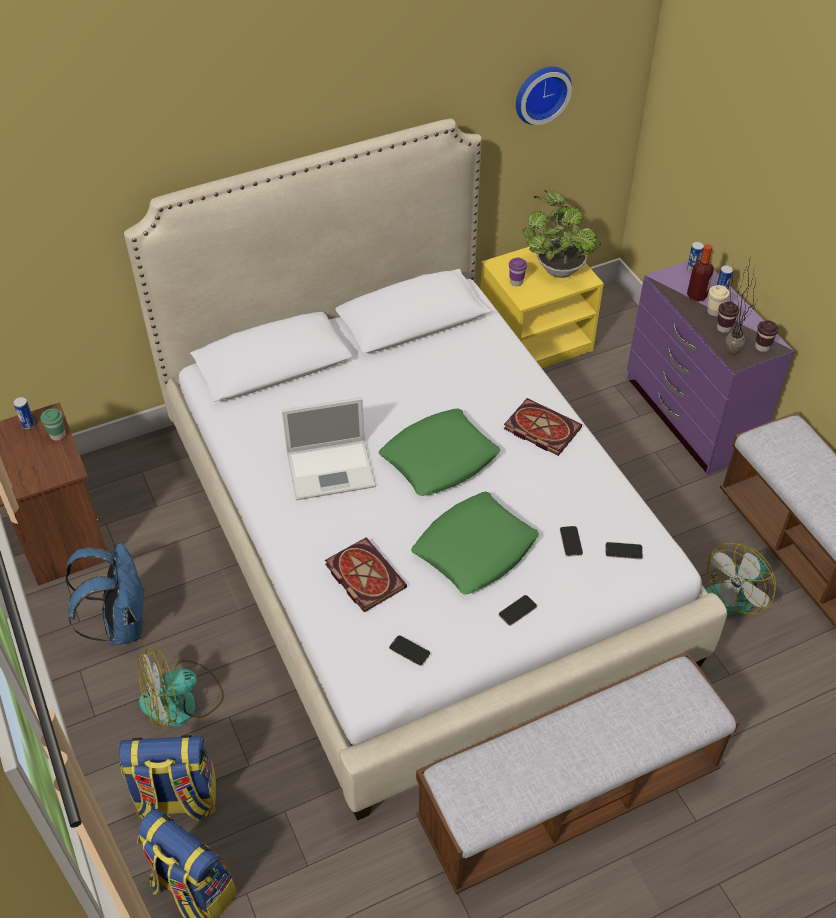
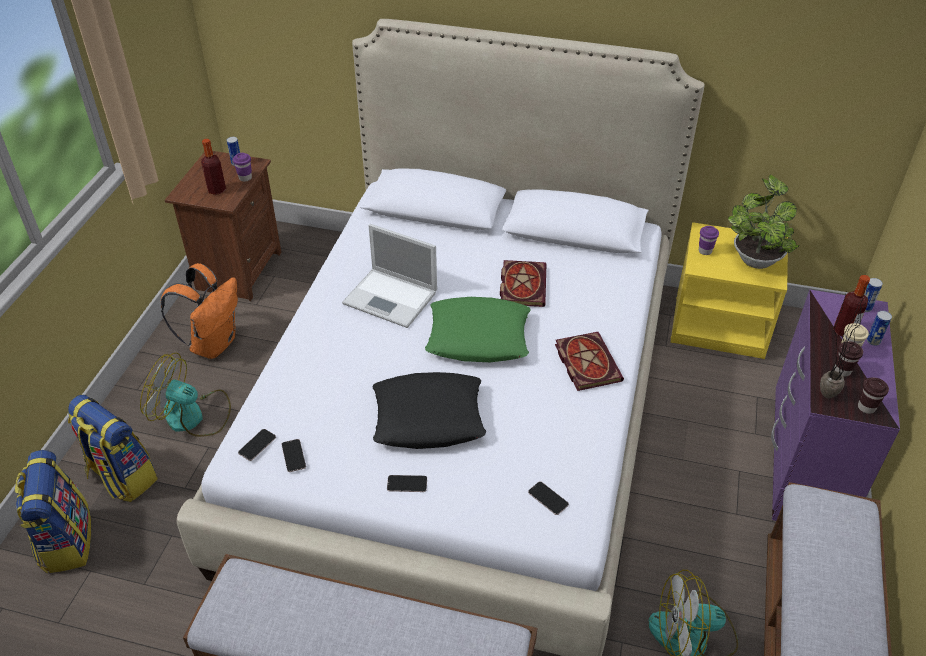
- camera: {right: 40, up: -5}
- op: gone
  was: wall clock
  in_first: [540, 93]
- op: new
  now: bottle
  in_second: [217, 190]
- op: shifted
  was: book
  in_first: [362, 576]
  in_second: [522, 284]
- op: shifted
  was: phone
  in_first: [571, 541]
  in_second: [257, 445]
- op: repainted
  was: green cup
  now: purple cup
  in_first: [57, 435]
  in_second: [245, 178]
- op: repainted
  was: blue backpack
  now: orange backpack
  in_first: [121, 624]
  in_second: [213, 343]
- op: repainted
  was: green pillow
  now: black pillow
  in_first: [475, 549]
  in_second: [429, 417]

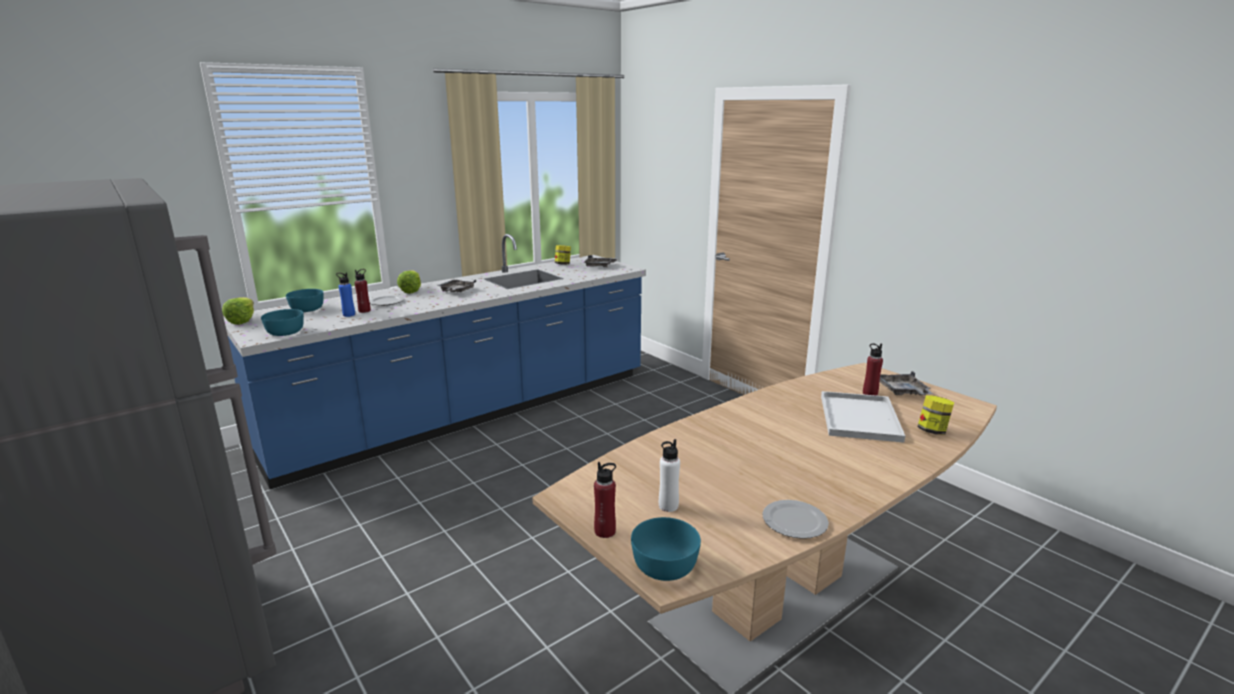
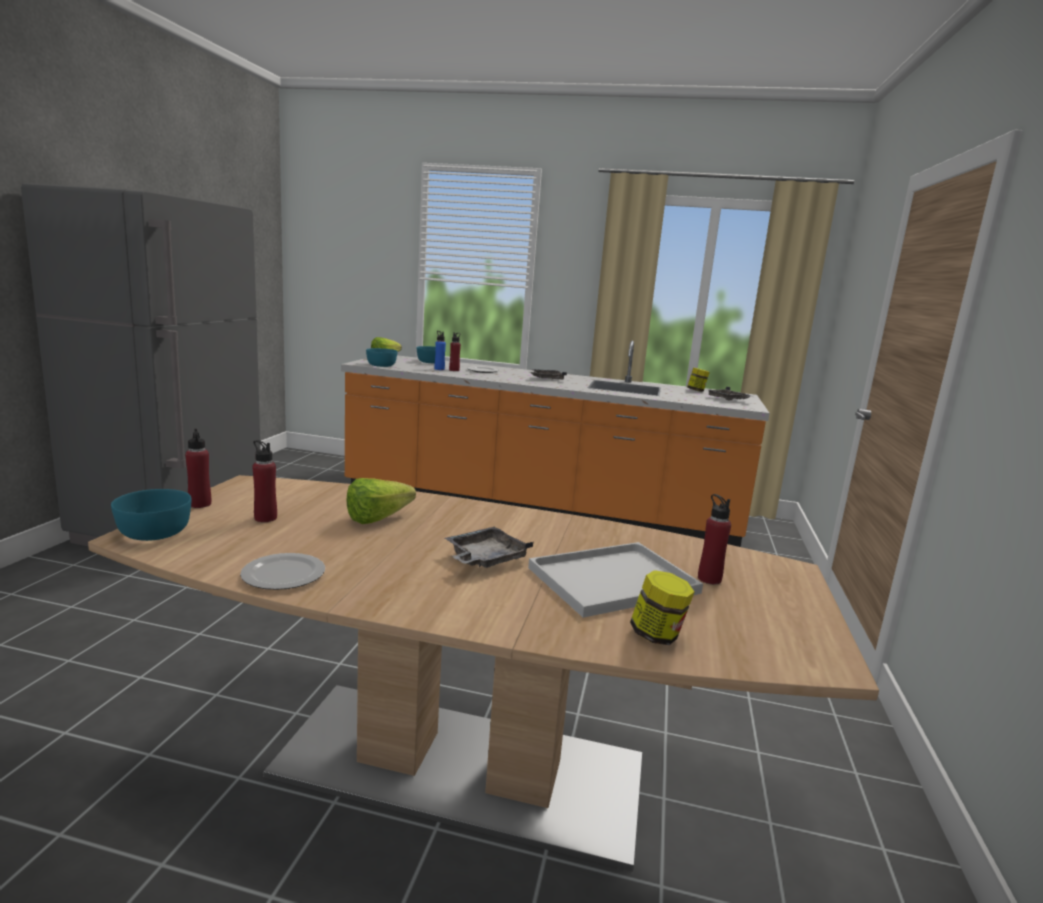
- camera: {right: 50, up: -5}
- op: shifted
  was: lettuce
  in_first: [413, 290]
  in_second: [383, 518]
- op: shifted
  was: grey tray
  in_first: [902, 391]
  in_second: [485, 559]
- op: repainted
  was: blue counter
  now: orange counter
  in_first: [469, 413]
  in_second: [539, 506]
- op: repainted
  was: white bottle
  now: red bottle
  in_first: [668, 506]
  in_second: [265, 518]

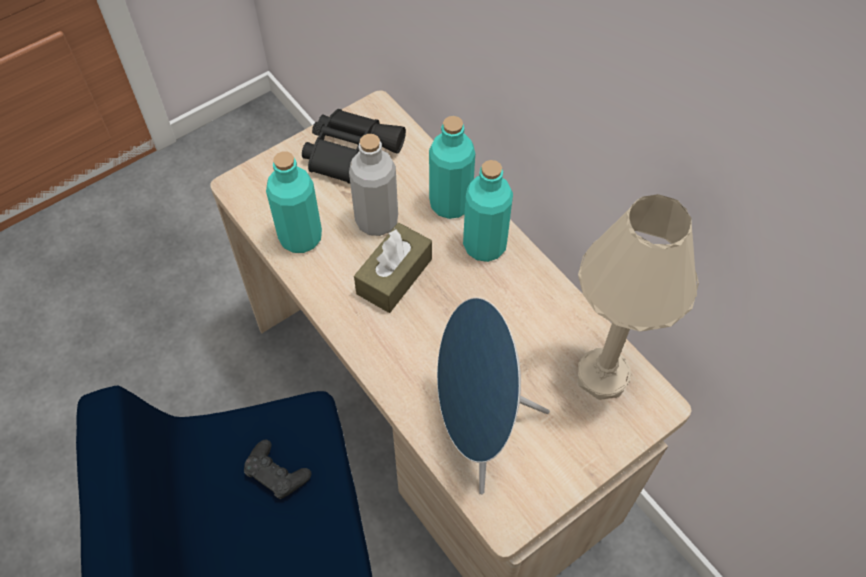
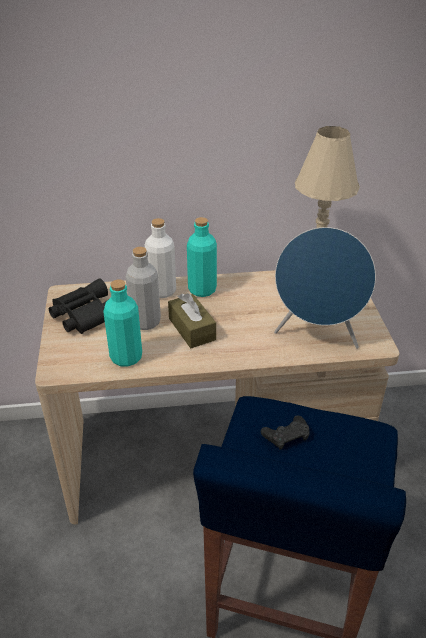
- camera: {right: -60, up: -20}
- op: repainted
  was: turquoise bottle
  now: white bottle
  in_first: [450, 203]
  in_second: [162, 291]

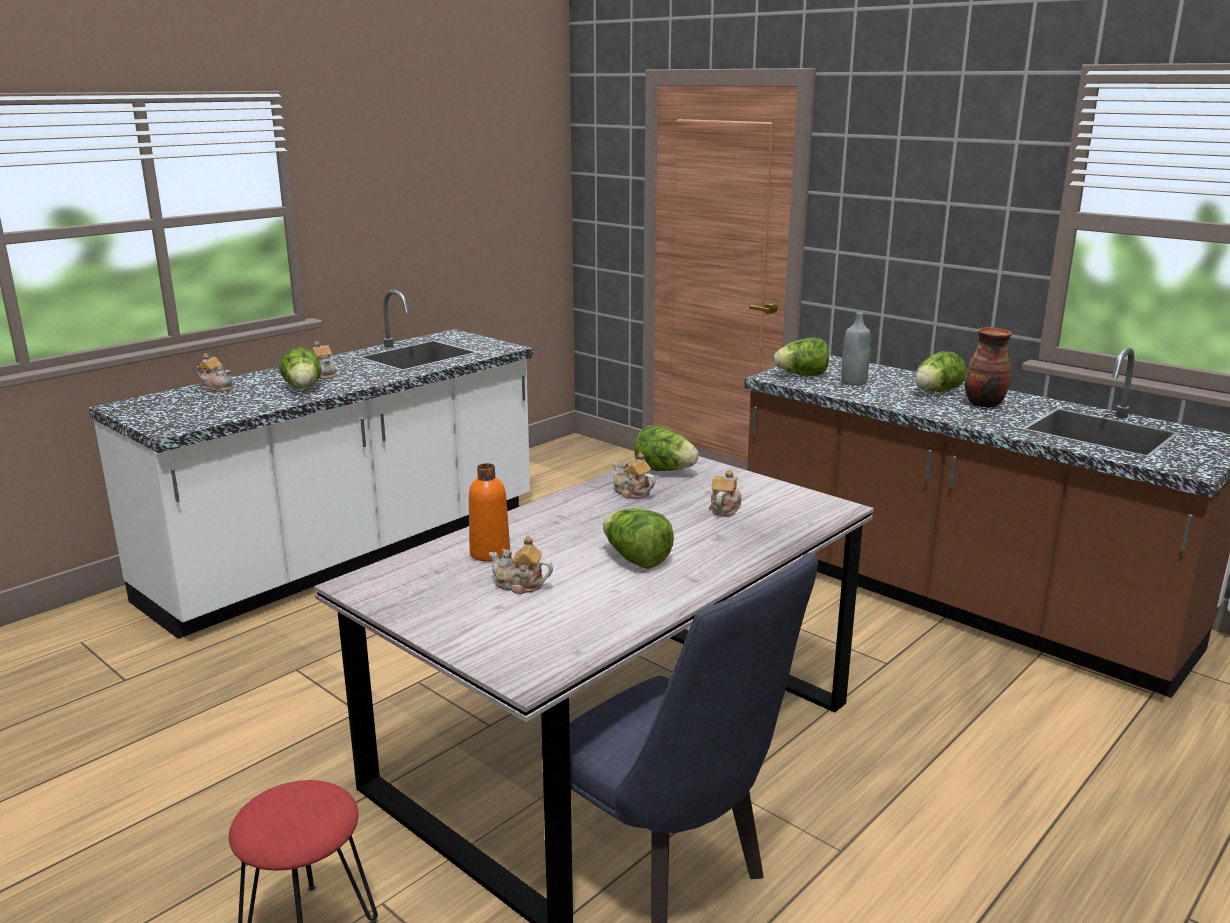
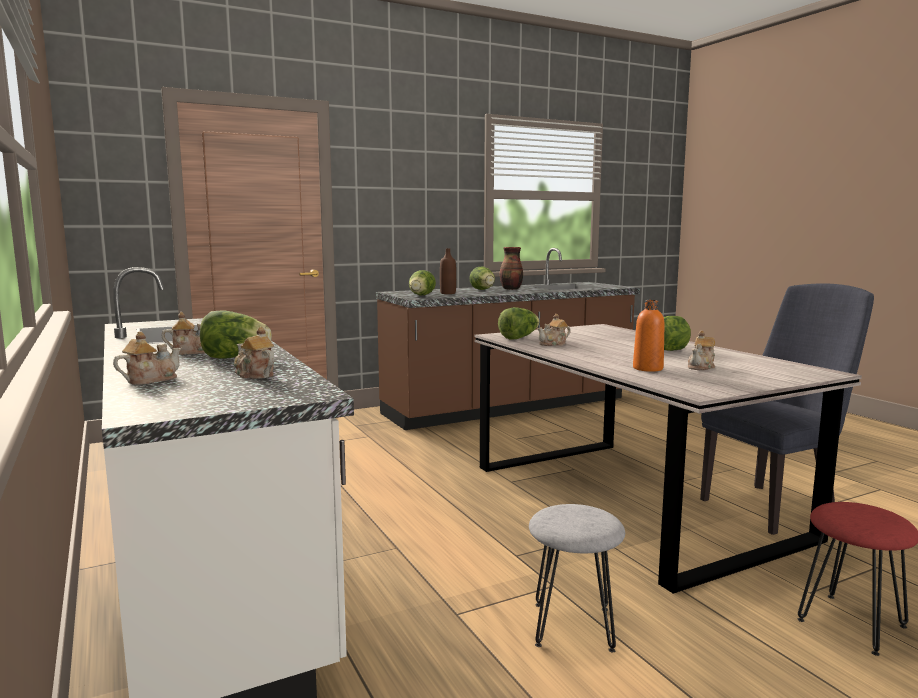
- camera: {right: -70, up: -10}
- op: new
  now: grey stool
  in_second: [572, 626]
- op: shifted
  was: teapot
  in_first: [724, 509]
  in_second: [254, 375]
- op: repainted
  was: grey bottle
  now: brown bottle
  in_first: [853, 382]
  in_second: [448, 293]

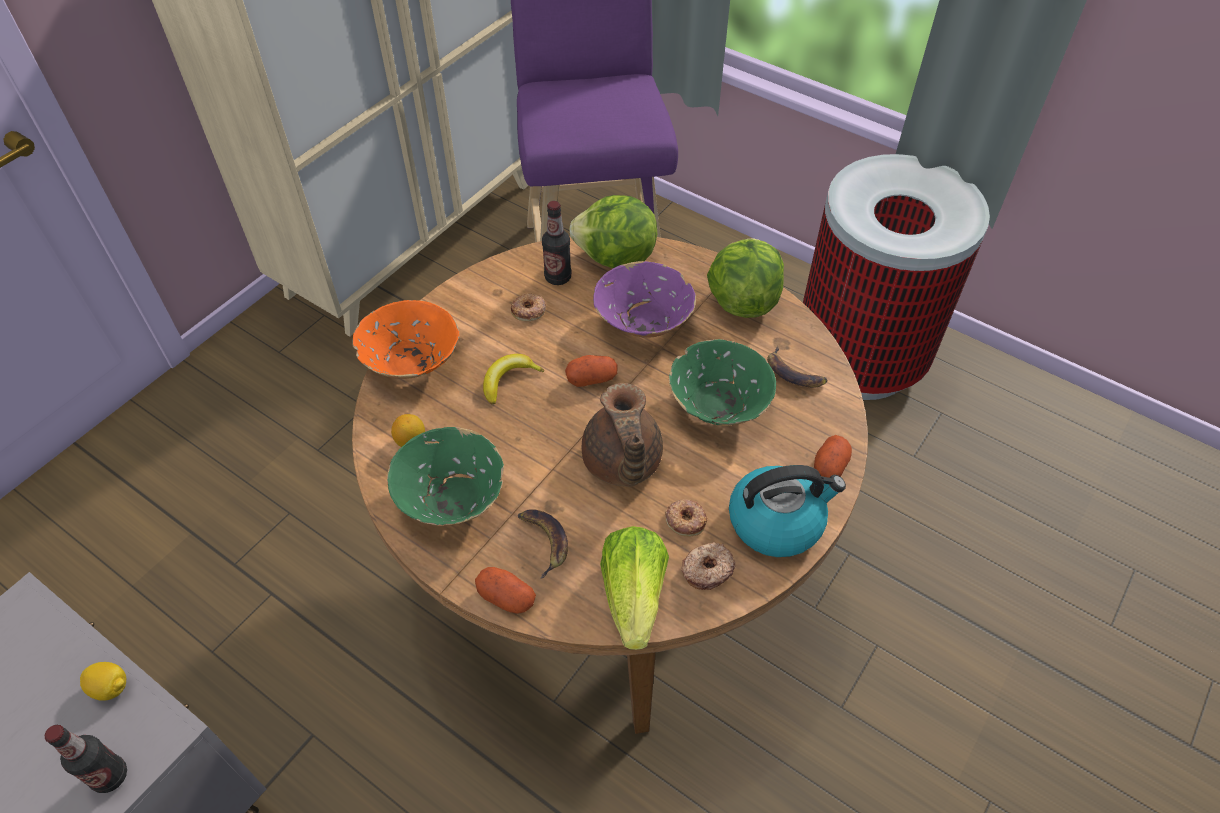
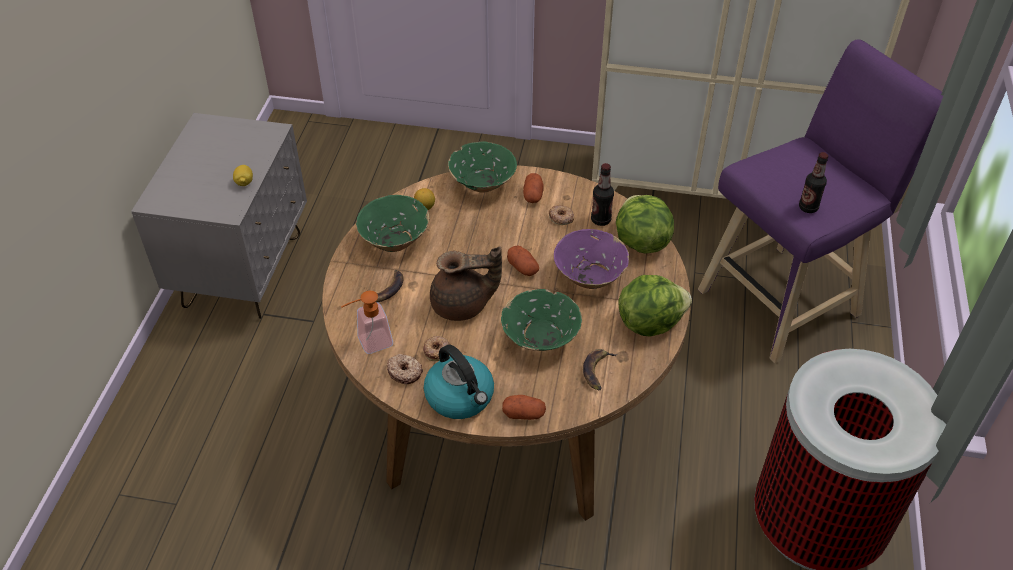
- camera: {right: 65, up: -5}
- op: gone
  was: banana
  in_first: [508, 380]
- op: shifted
  was: bottle
  in_first: [110, 776]
  in_second: [808, 207]
- op: shifted
  was: potato
  in_first: [506, 597]
  in_second: [533, 195]
- op: swapped
  was: lettuce
  now: soap dispenser
  in_first: [634, 596]
  in_second: [369, 343]
- op: repainted
  was: orange bowl
  now: green bowl
  in_first: [411, 363]
  in_second: [482, 183]
- op: rotated
  was: brown teapot
  in_first: [621, 463]
  in_second: [462, 305]
  clockwise: -150

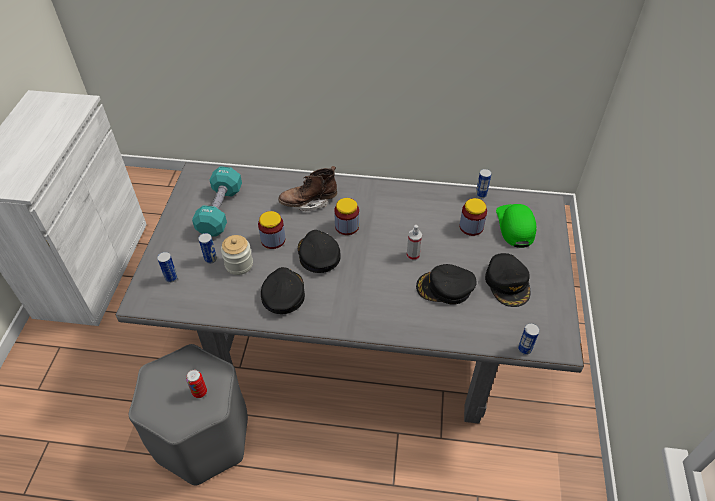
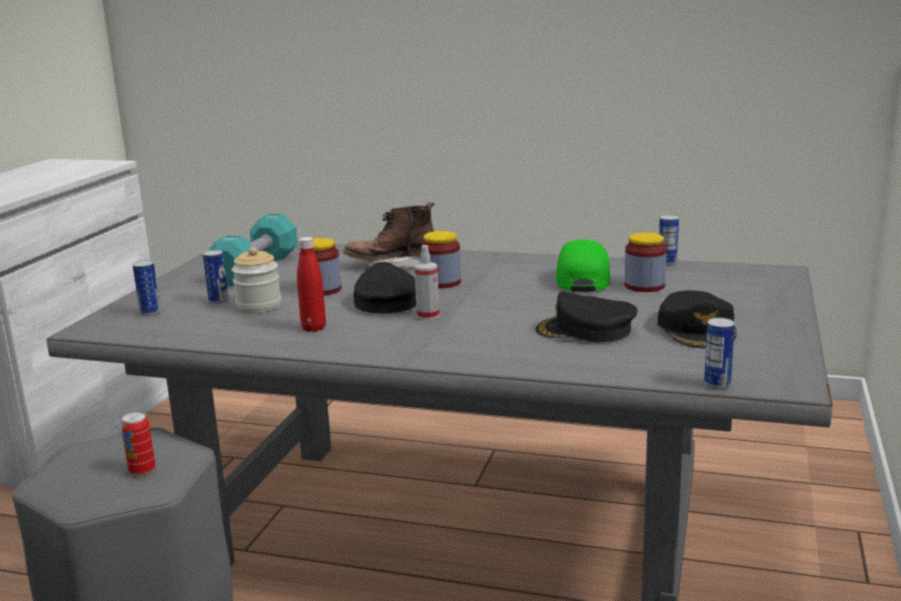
- camera: {right: 10, up: -30}
- op: shifted
  was: spray bottle
  in_first: [413, 255]
  in_second: [428, 316]
- op: shifted
  was: green cap
  in_first: [515, 226]
  in_second: [582, 278]
- op: swapped
  was: black cap
  now: red bottle
  in_first: [283, 293]
  in_second: [313, 328]

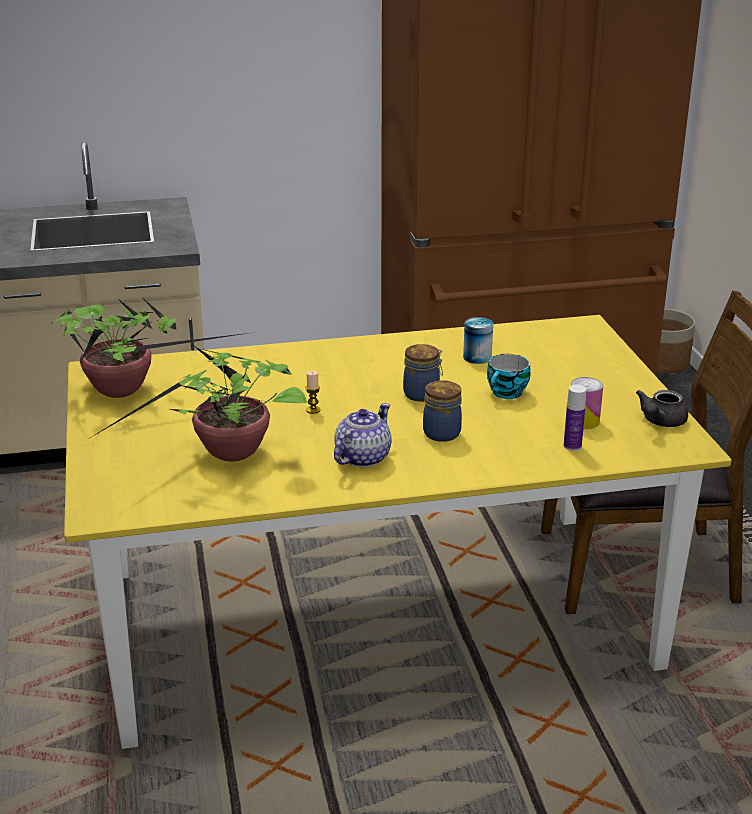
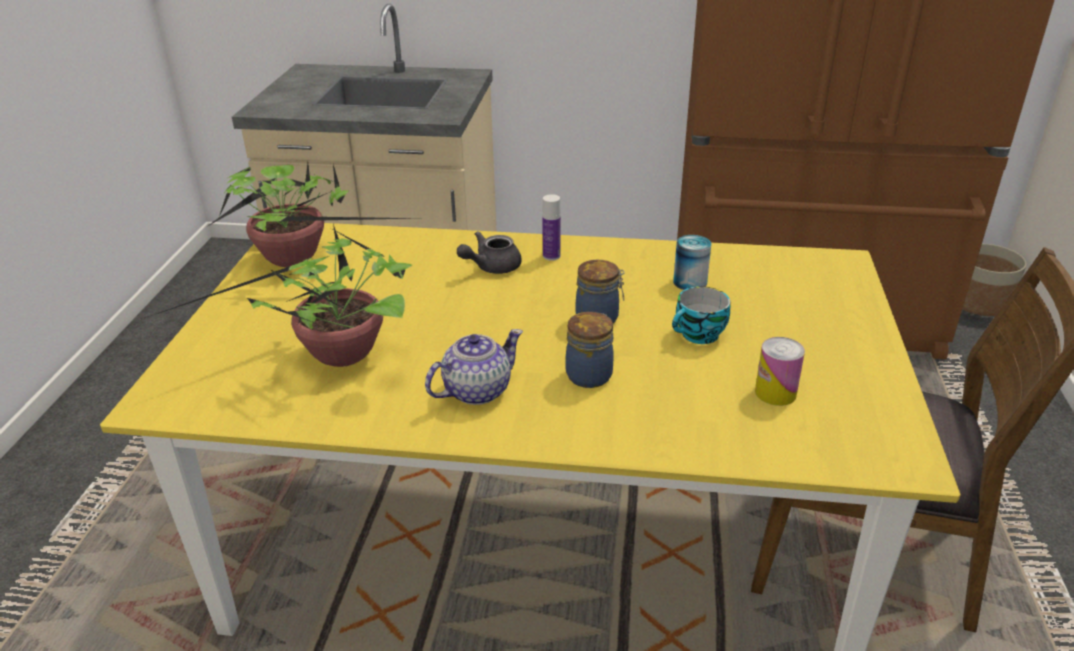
- camera: {right: 20, up: 5}
- op: gone
  was: candle
  in_first: [313, 410]
- op: shifted
  was: bottle
  in_first: [572, 446]
  in_second: [551, 256]
- op: shifted
  was: grey teapot
  in_first: [660, 422]
  in_second: [491, 267]

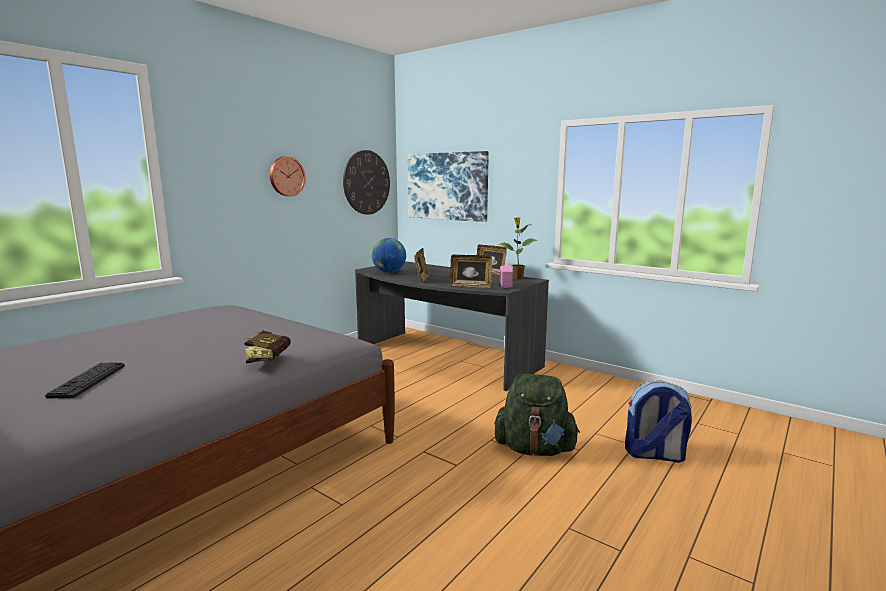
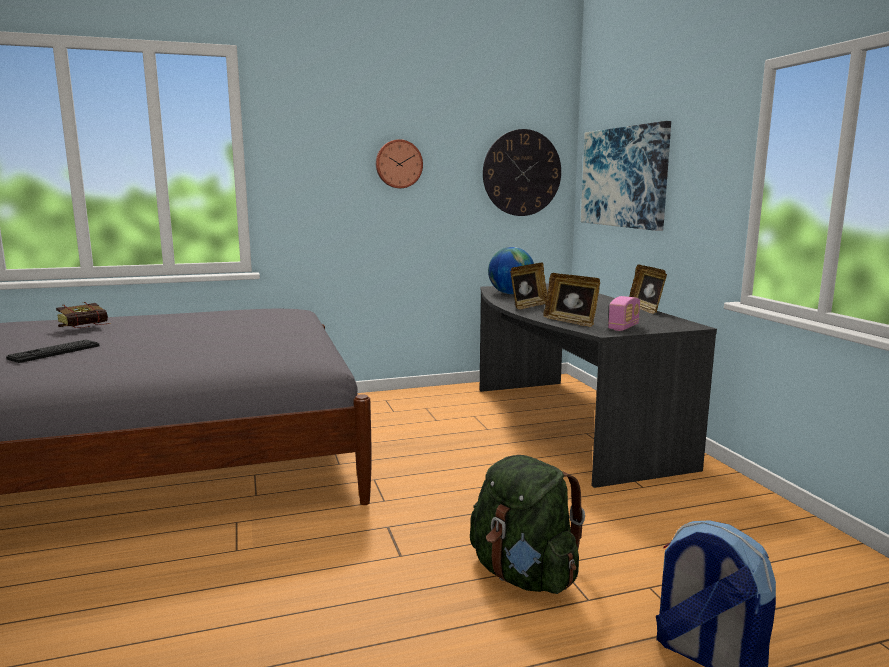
- camera: {right: 35, up: 0}
- op: gone
  was: potted plant
  in_first: [517, 278]
- op: shifted
  was: book
  in_first: [271, 358]
  in_second: [89, 328]

